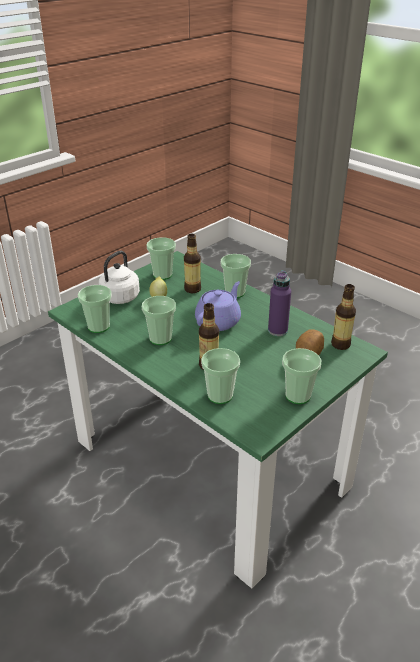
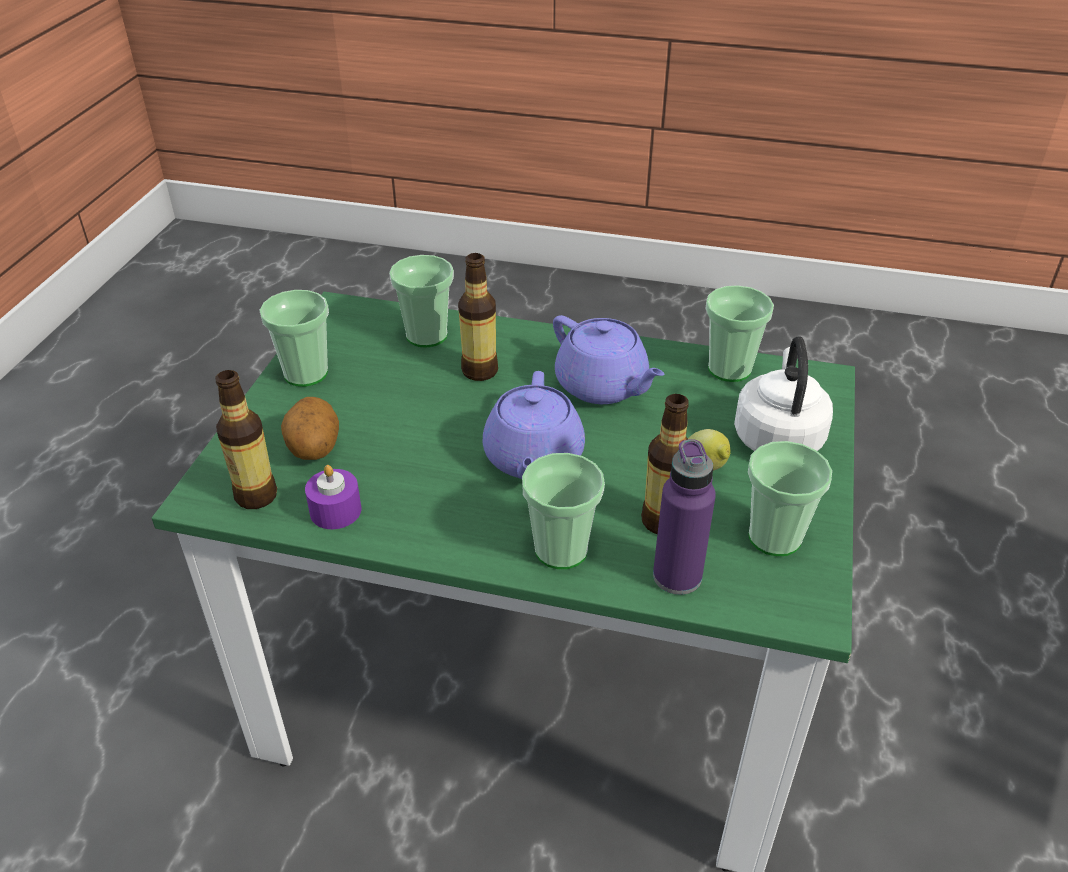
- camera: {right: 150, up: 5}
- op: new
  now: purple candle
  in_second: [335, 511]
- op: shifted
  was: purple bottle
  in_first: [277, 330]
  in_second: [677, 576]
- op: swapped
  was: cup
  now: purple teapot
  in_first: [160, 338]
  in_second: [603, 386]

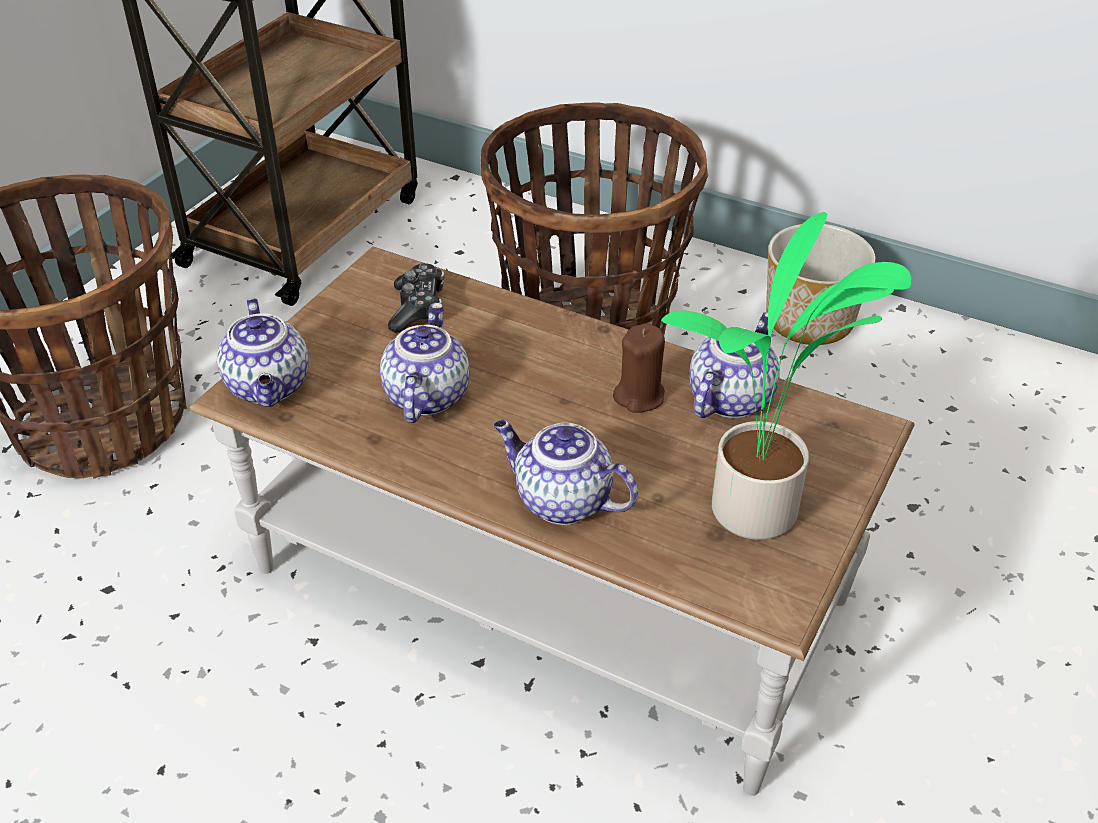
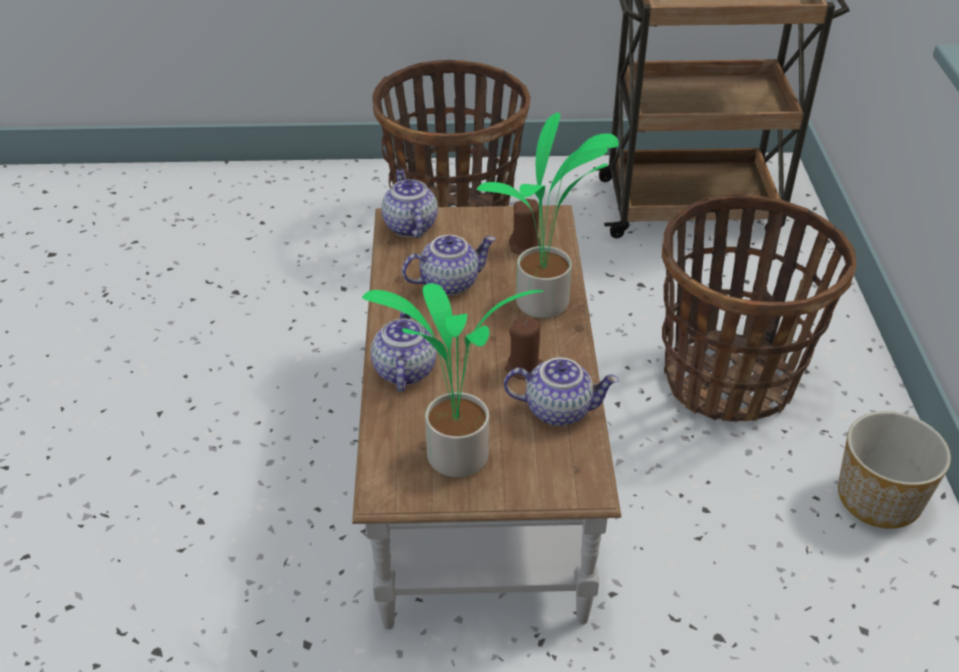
- camera: {right: 60, up: 0}
- op: new
  now: potted plant
  in_second: [544, 305]
- op: swapped
  was: game controller
  now: brown candle
  in_first: [417, 308]
  in_second: [525, 246]
- op: rotated
  was: teapot
  in_first: [269, 387]
  in_second: [409, 225]
  clockwise: 120

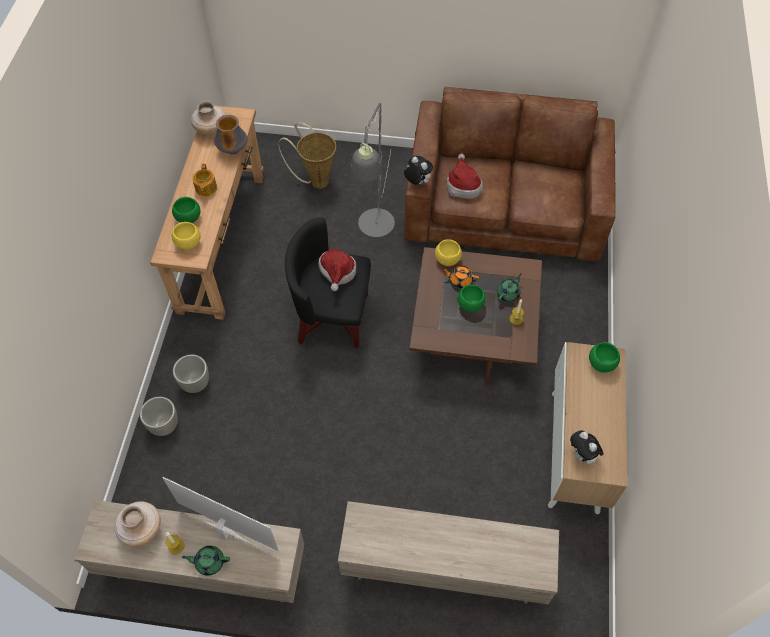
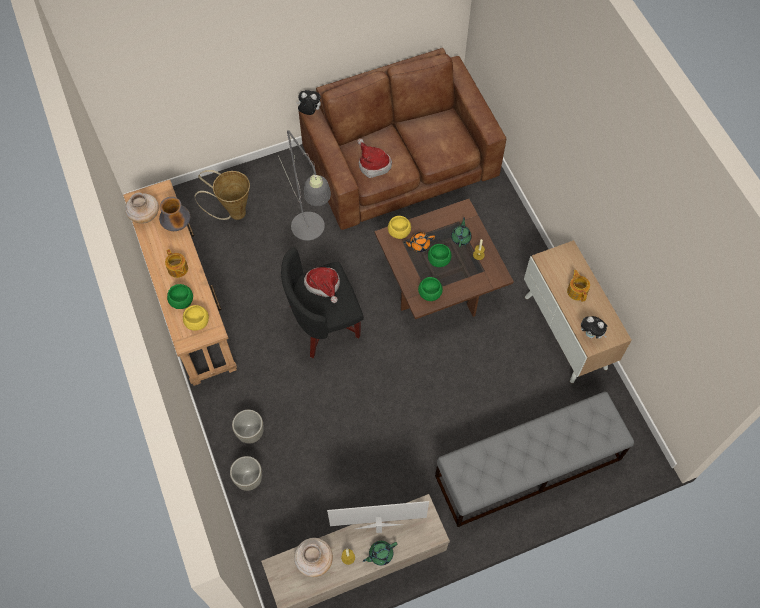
- camera: {right: -30, up: 5}
- op: new
  now: teapot
  in_second: [577, 291]
- op: shifted
  was: plush toy
  in_first: [417, 182]
  in_second: [309, 112]
- op: shifted
  was: green bowl
  in_first: [601, 364]
  in_second: [430, 294]
- op: swapped
  was: beige tv stand
  now: grey bench
  in_first: [444, 570]
  in_second: [527, 468]

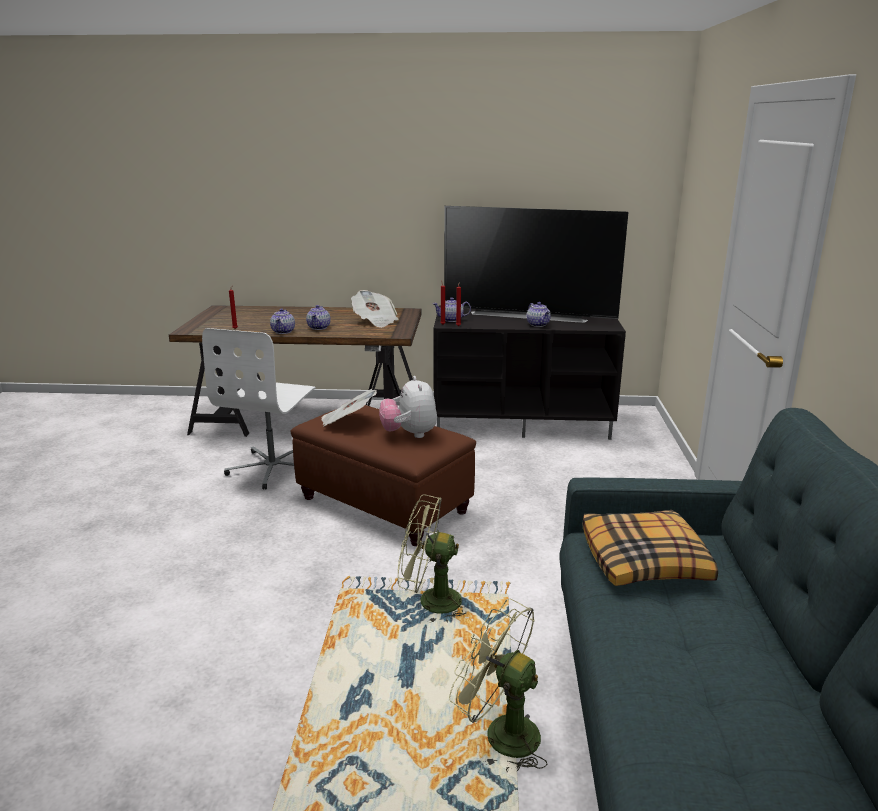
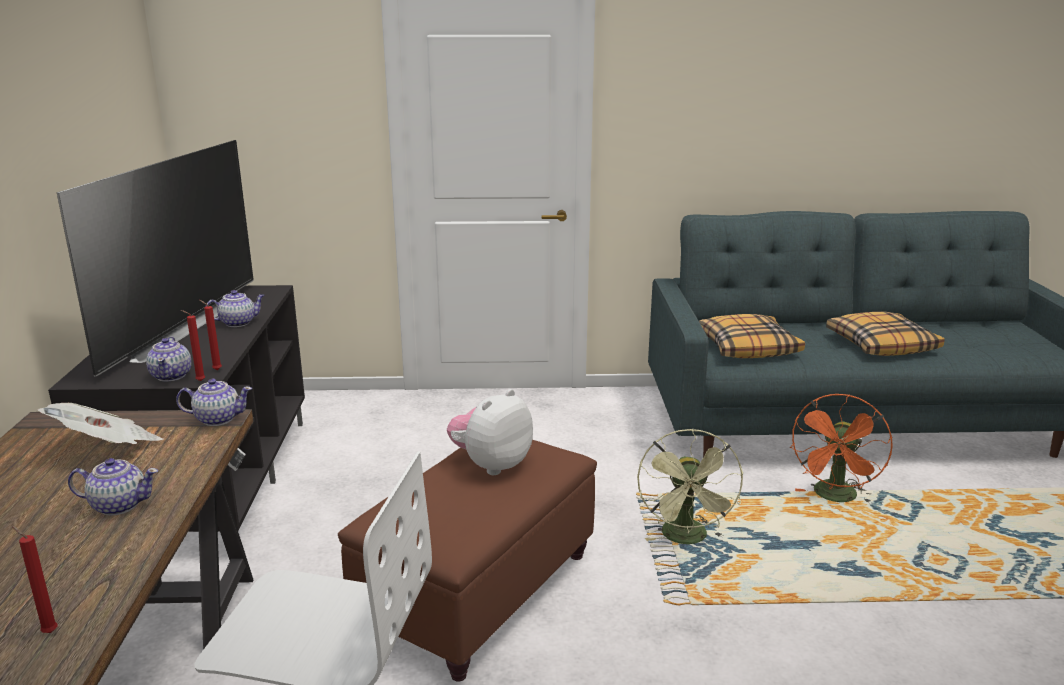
- camera: {right: -95, up: 0}
- op: gone
  was: newspaper
  in_first: [347, 422]
- op: new
  now: pillow
  in_second: [881, 345]
- op: shifted
  was: teapot
  in_first: [283, 331]
  in_second: [217, 419]
- op: repainted
  was: green fan
  now: orange fan
  in_first: [500, 733]
  in_second: [835, 498]
- op: rotated
  was: plush toy
  in_first: [409, 434]
  in_second: [491, 465]
  clockwise: 150

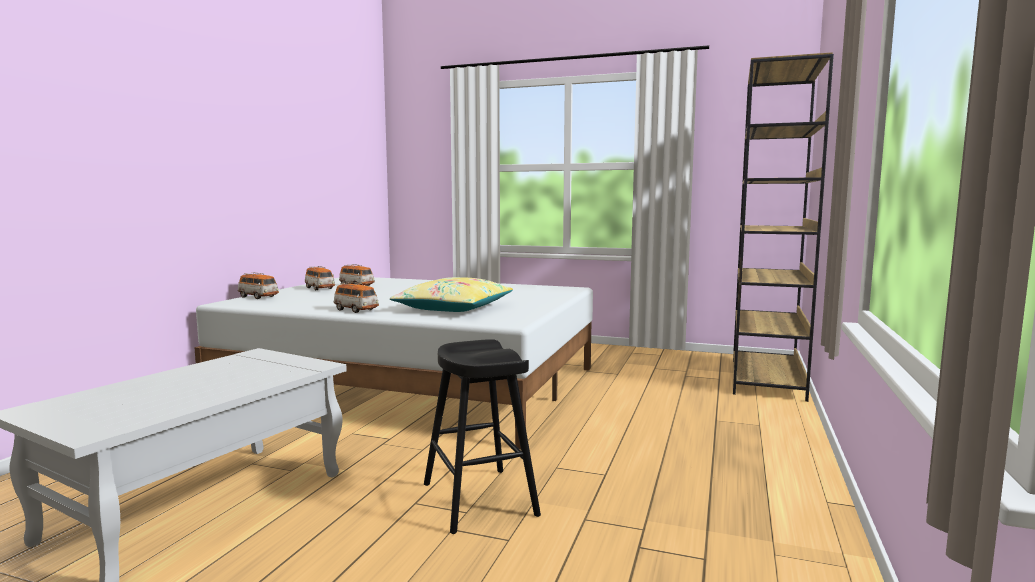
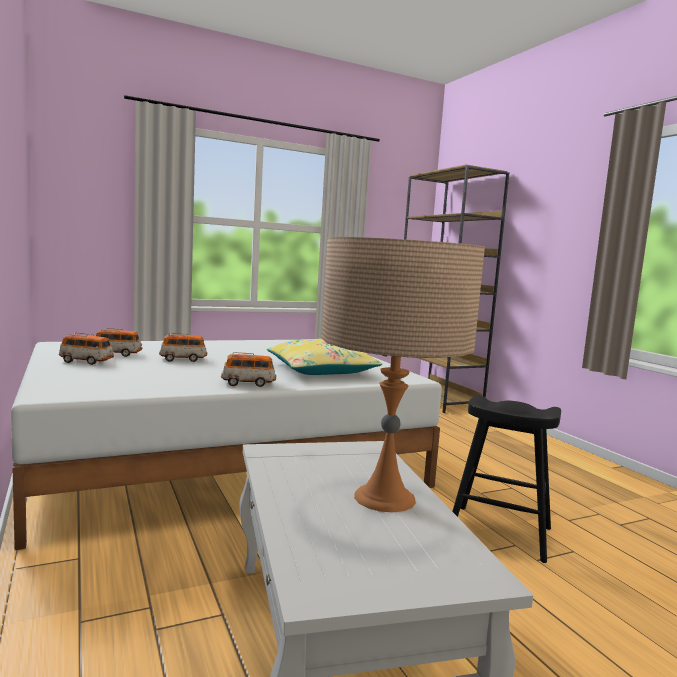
- camera: {right: -45, up: 0}
- op: new
  now: beige table lamp
  in_second: [384, 498]
- op: shifted
  was: toy car
  in_first: [258, 297]
  in_second: [183, 359]

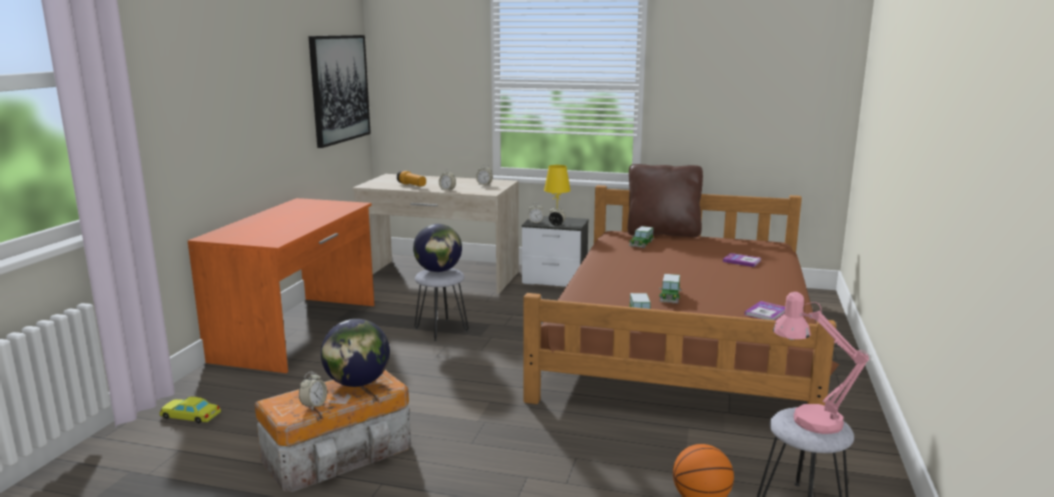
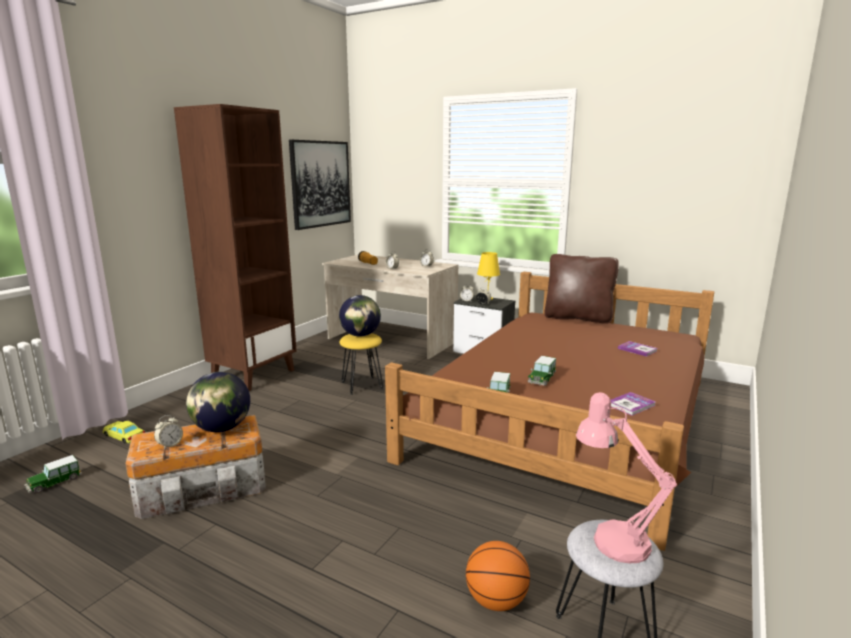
- camera: {right: 15, up: 0}
- op: shifted
  was: toy car
  in_first: [641, 244]
  in_second: [54, 482]
- op: swapped
  was: orange desk
  now: brown bookcase
  in_first: [298, 331]
  in_second: [253, 375]
- op: repainted
  was: grey stool
  now: yellow stool
  in_first: [442, 330]
  in_second: [362, 385]

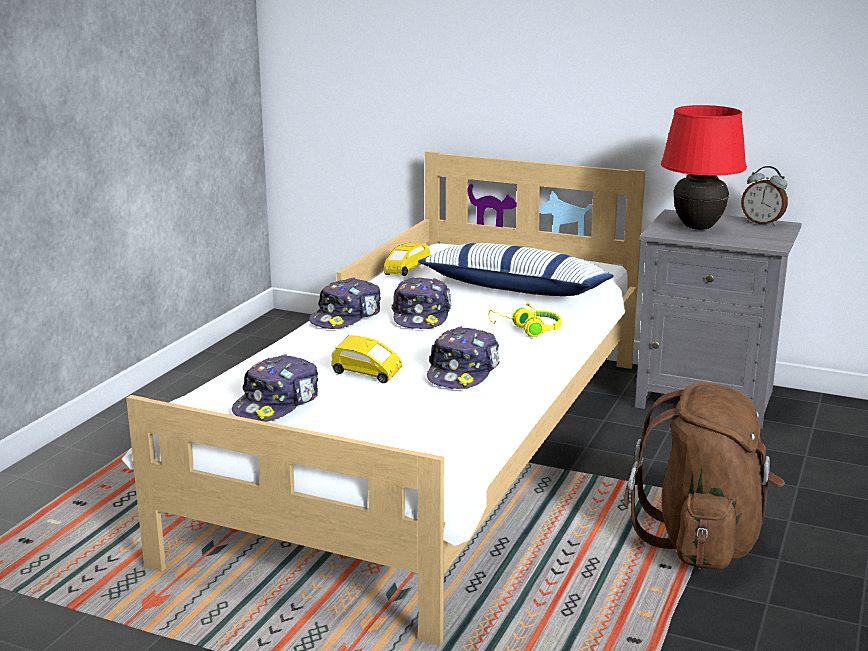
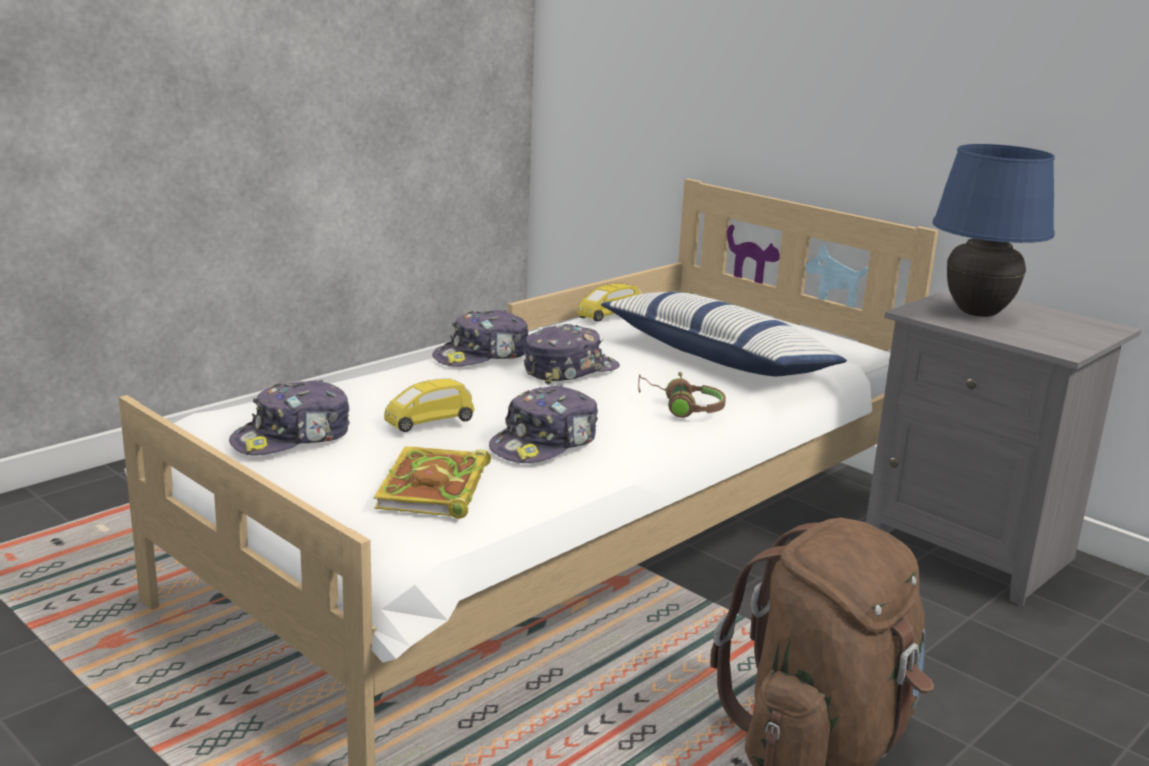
- camera: {right: 20, up: 0}
- op: gone
  was: alarm clock
  in_first: [762, 223]
- op: new
  now: book
  in_second: [434, 490]
- op: repainted
  was: yellow headphones
  now: brown headphones
  in_first: [527, 330]
  in_second: [680, 408]
- op: repainted
  was: red table lamp
  now: blue table lamp
  in_first: [697, 227]
  in_second: [977, 313]
- op: rotated
  was: yellow toy car
  in_first: [366, 374]
  in_second: [428, 424]
  clockwise: 105
- op: rotated
  was: cap
  in_first: [422, 316]
  in_second: [569, 370]
  clockwise: -150

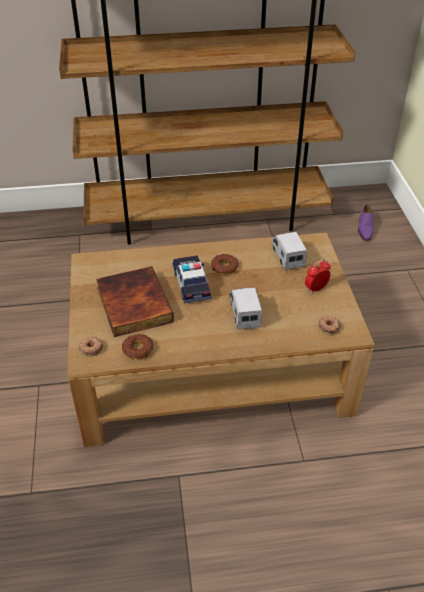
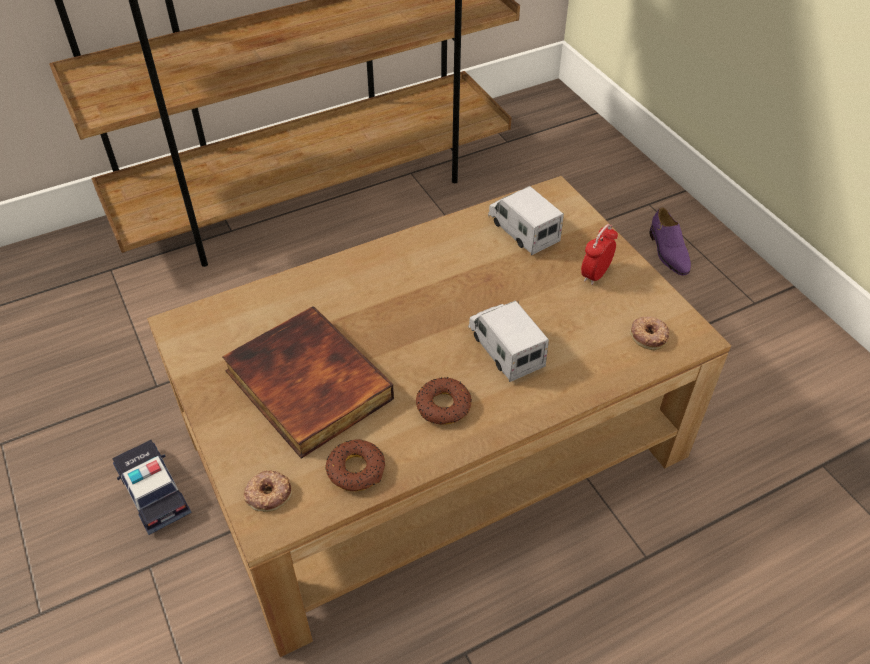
- camera: {right: -20, up: 5}
- op: shifted
  was: toy car
  in_first: [191, 284]
  in_second: [153, 491]
- op: shifted
  was: donut
  in_first: [224, 267]
  in_second: [443, 406]
- op: shifted
  was: purple shoe
  in_first: [364, 229]
  in_second: [668, 252]

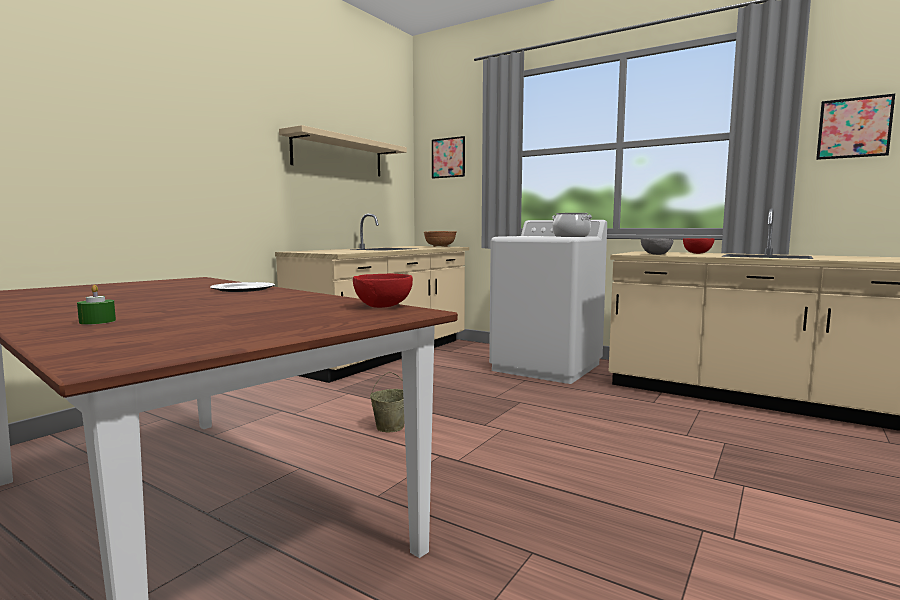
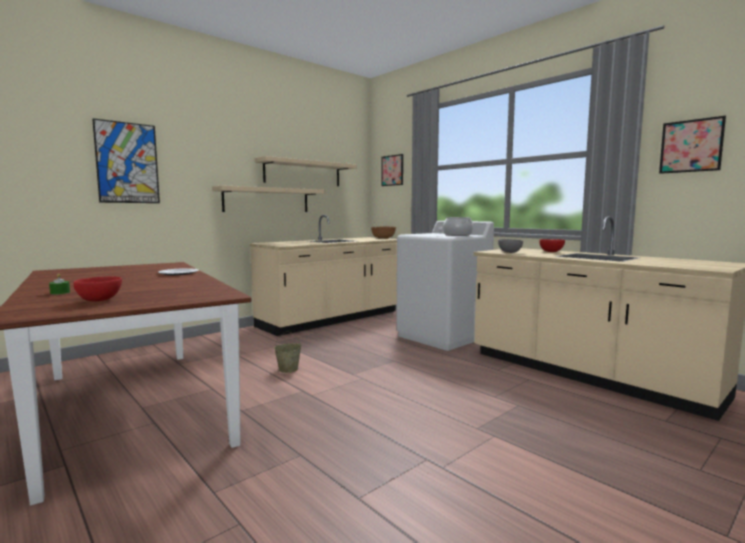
- camera: {right: 15, up: 0}
- op: new
  now: picture
  in_second: [127, 163]
- op: new
  now: beige shelf
  in_second: [267, 200]
- op: shifted
  was: red bowl
  in_first: [382, 306]
  in_second: [99, 300]

